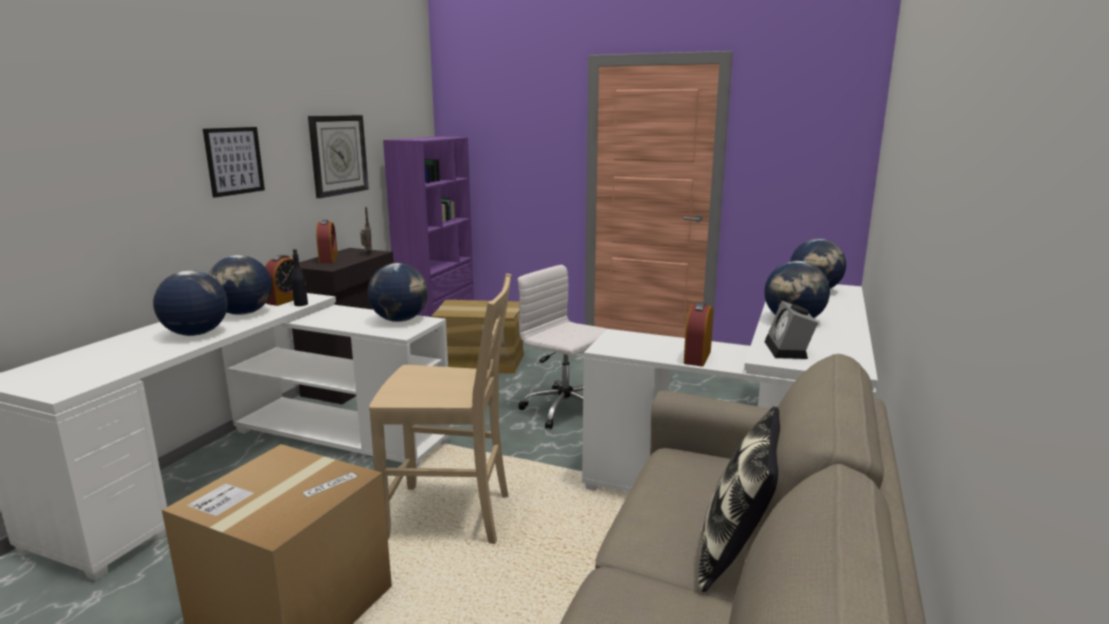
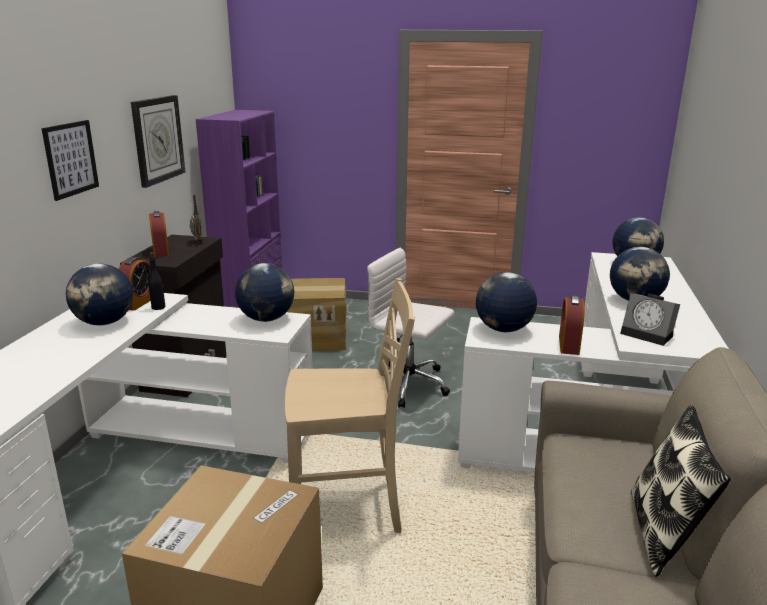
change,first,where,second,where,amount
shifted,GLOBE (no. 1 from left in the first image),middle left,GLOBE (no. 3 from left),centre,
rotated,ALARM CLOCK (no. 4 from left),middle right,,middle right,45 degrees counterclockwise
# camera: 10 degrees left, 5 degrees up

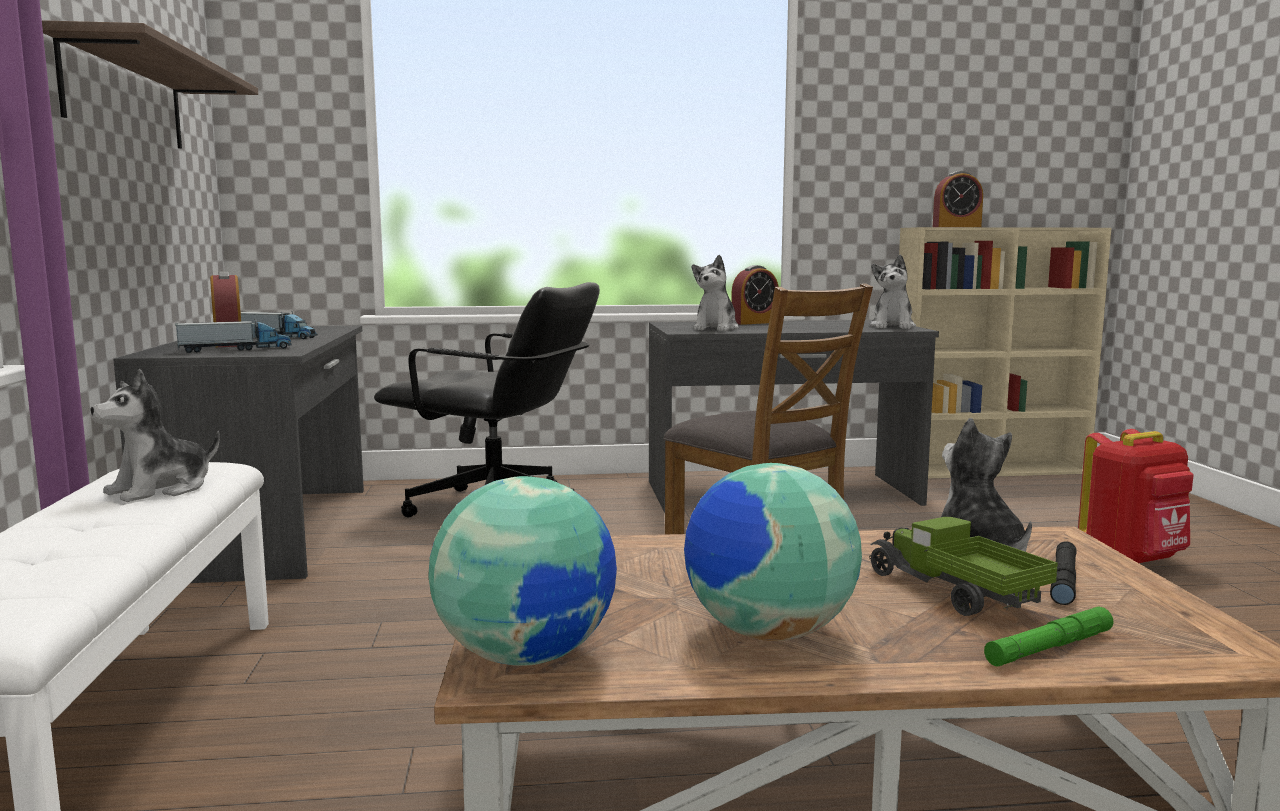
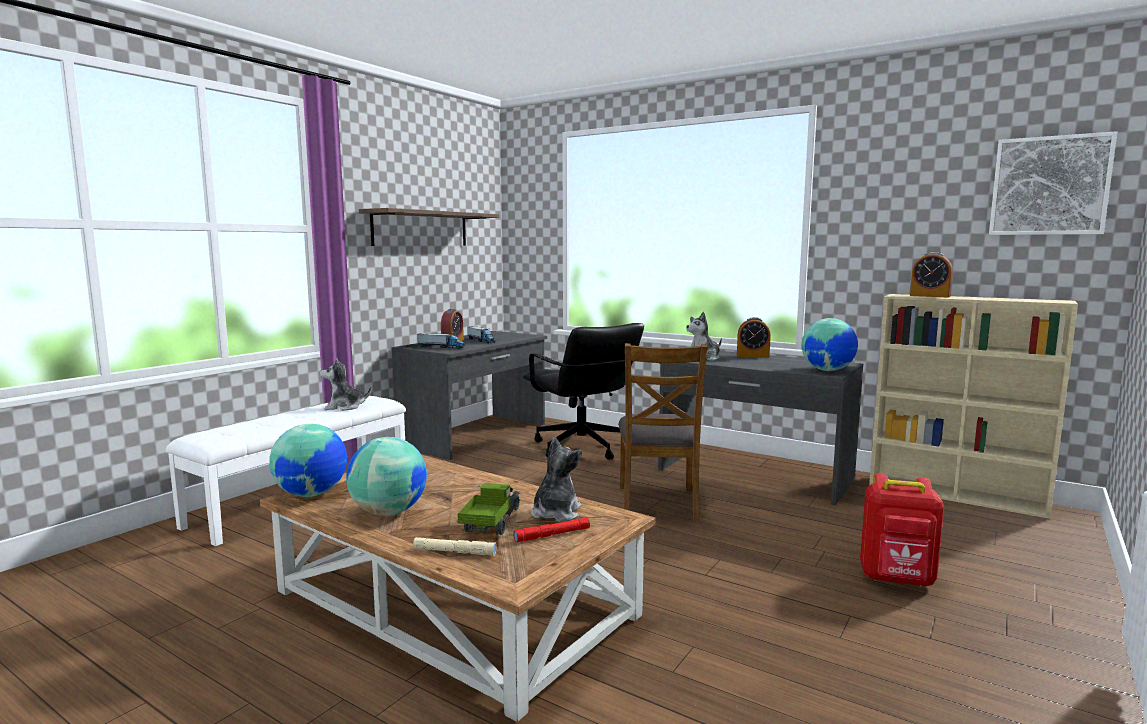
change,first,where,second,where,amount
swapped,PLUSH TOY (no. 3 from left),middle right,GLOBE (no. 3 from left),middle right,
repainted,GREEN FLASHLIGHT,bottom right,BEIGE FLASHLIGHT,bottom centre,
repainted,BLACK FLASHLIGHT,bottom right,RED FLASHLIGHT,bottom centre,
new,,,PICTURE,top right,
# camera: 40 degrees right, 0 degrees up

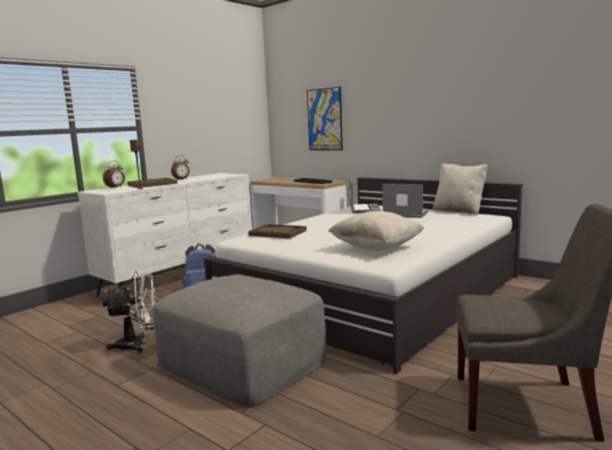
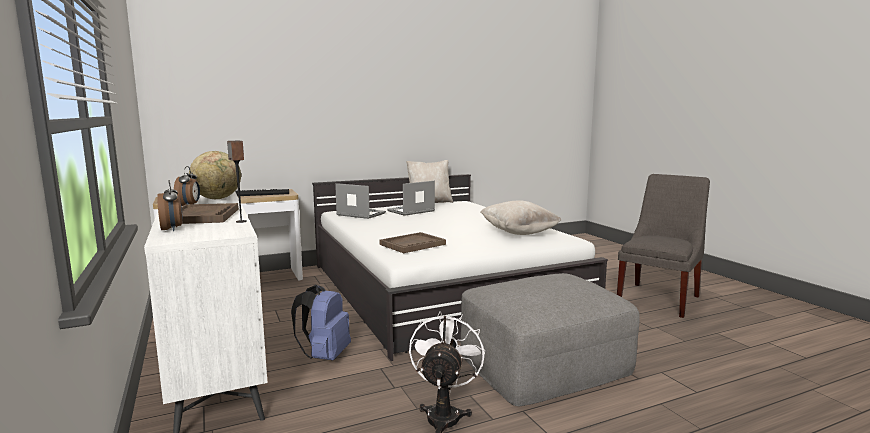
change,first,where,second,where,amount
gone,PICTURE,top centre,,,
new,,,GLOBE,middle left,
# camera: 65 degrees left, 0 degrees up

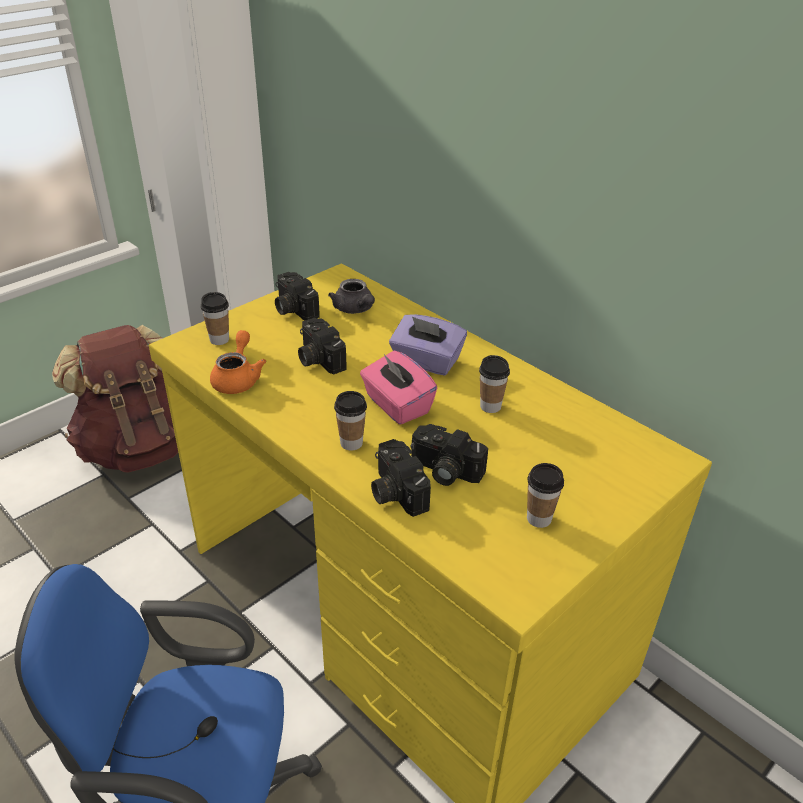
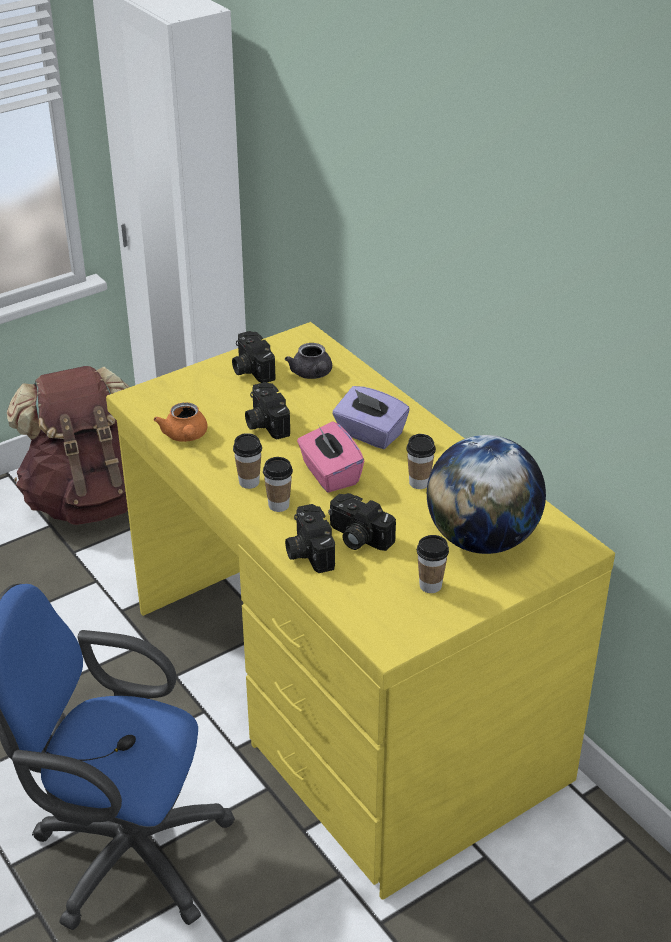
change,first,where,second,where,amount
shifted,CUP (no. 1 from left),middle left,,centre,
rotated,ORANGE TEAPOT,middle left,,middle left,150 degrees clockwise
new,,,GLOBE,middle right,
# camera: 10 degrees right, 0 degrees up

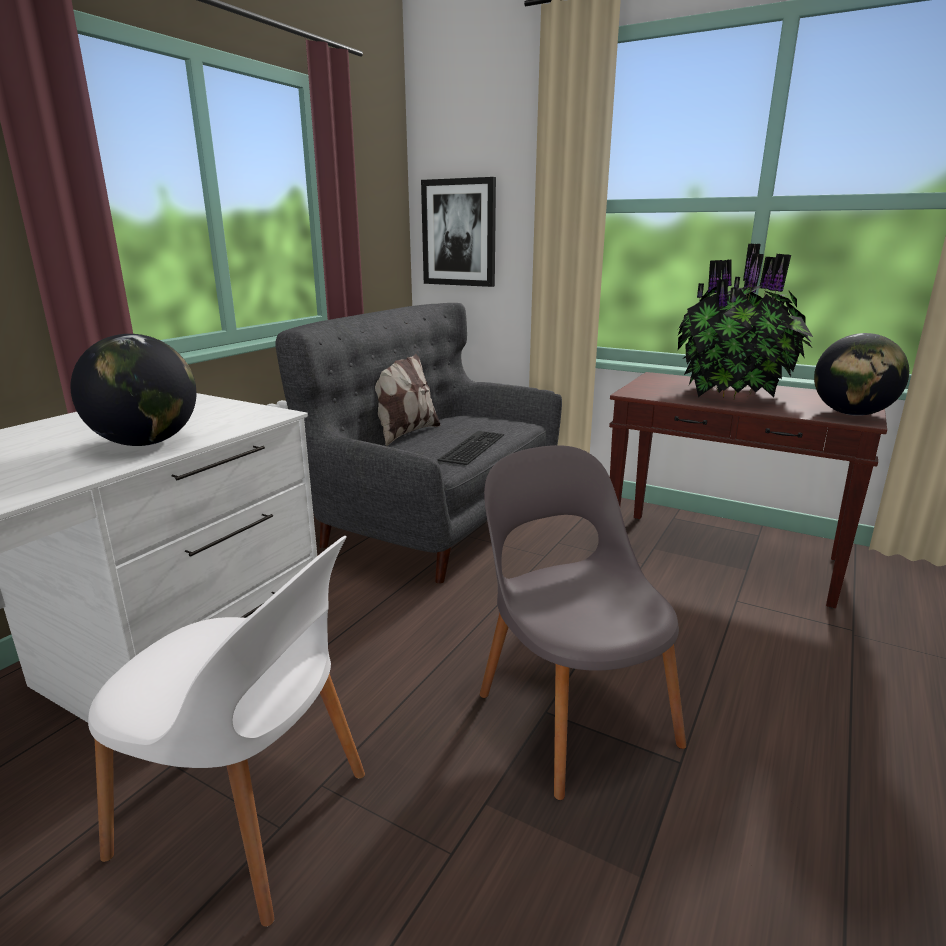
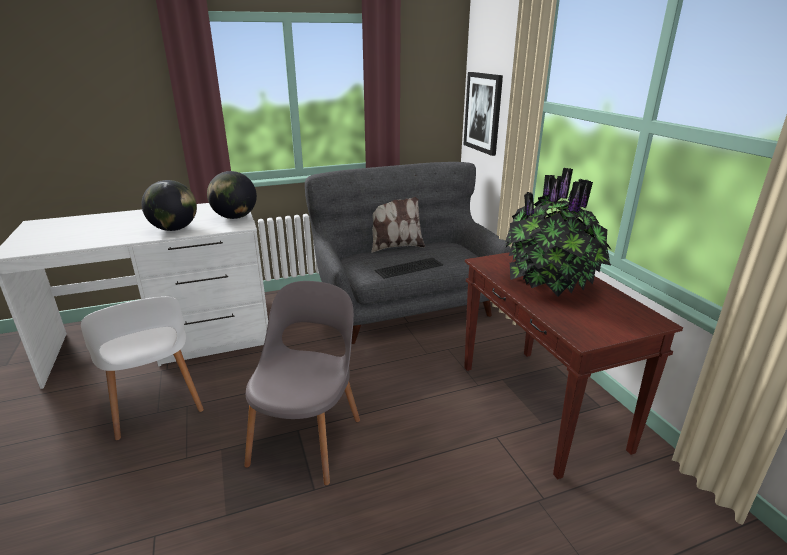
change,first,where,second,where,amount
shifted,GLOBE (no. 2 from left),middle right,,middle left,
# camera: 40 degrees right, 5 degrees up

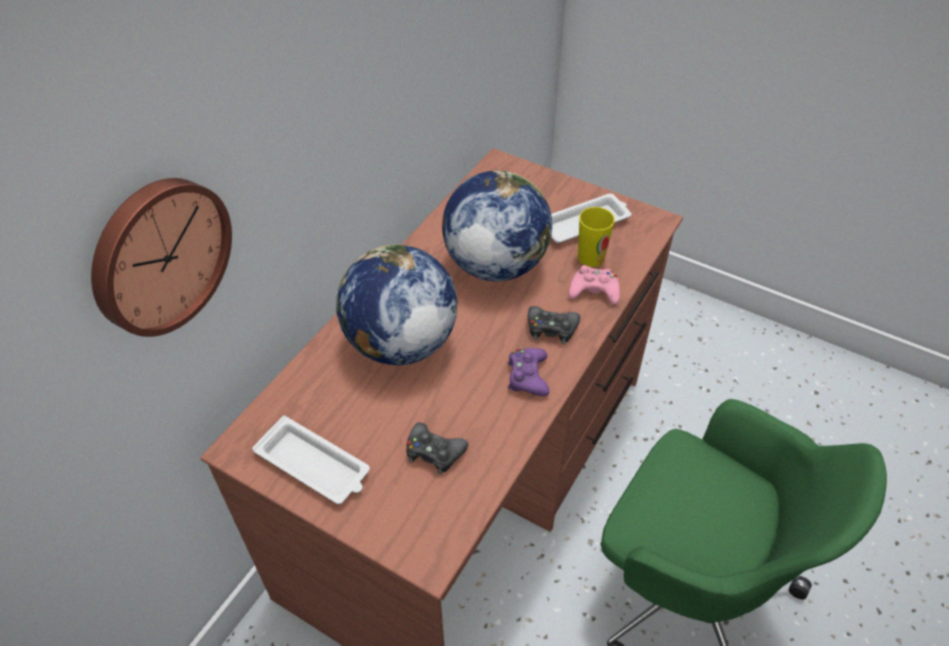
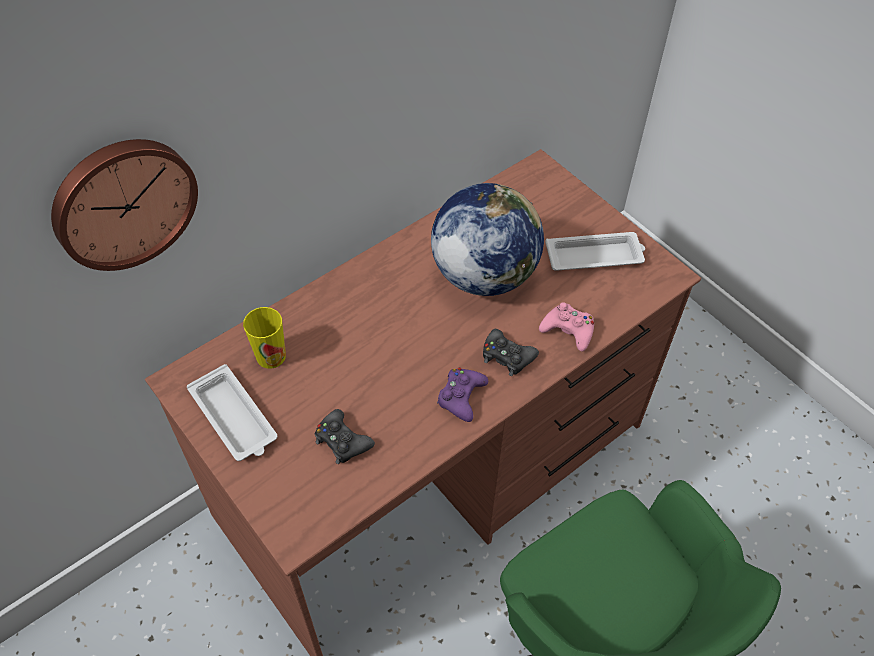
change,first,where,second,where,amount
gone,GLOBE (no. 1 from left),centre,,,
shifted,CUP,centre,,middle left,
# camera: 20 degrees right, 5 degrees up

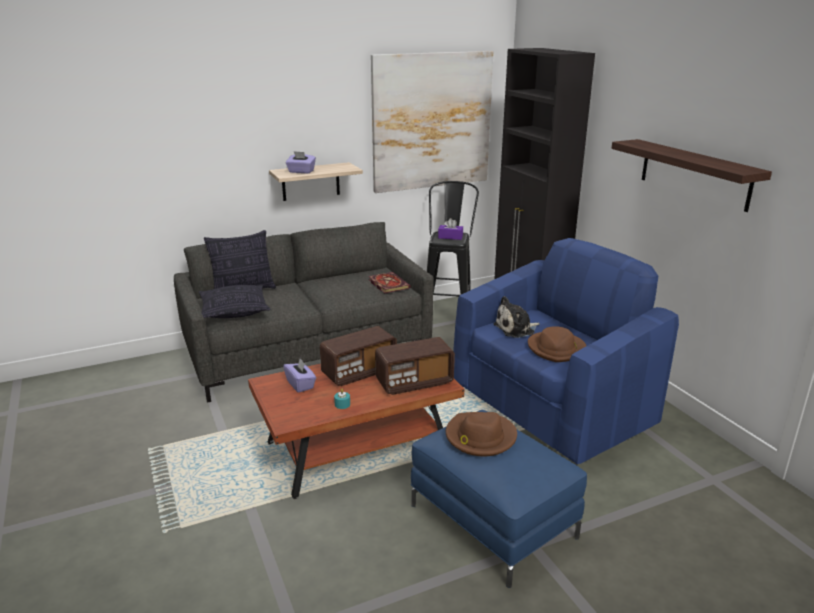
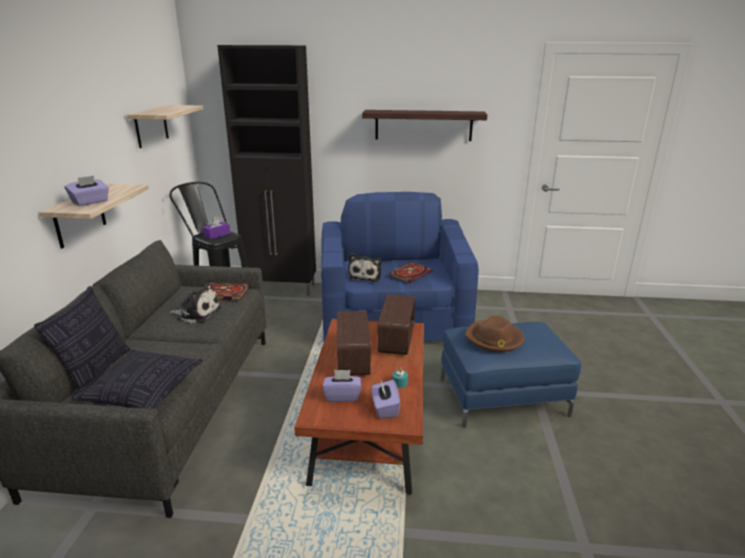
change,first,where,second,where,amount
swapped,PICTURE,top centre,SHELF (no. 2 from left),top left,
swapped,BROWN HAT (no. 2 from left),middle right,BOOK (no. 2 from left),centre,
new,,,PLUSH TOY (no. 1 from left),middle left,
new,,,PURPLE TISSUE BOX (no. 4 from left),bottom centre,
# camera: 60 degrees left, 0 degrees up

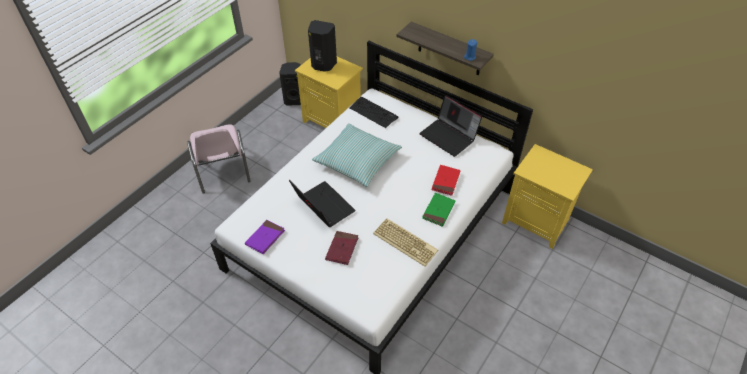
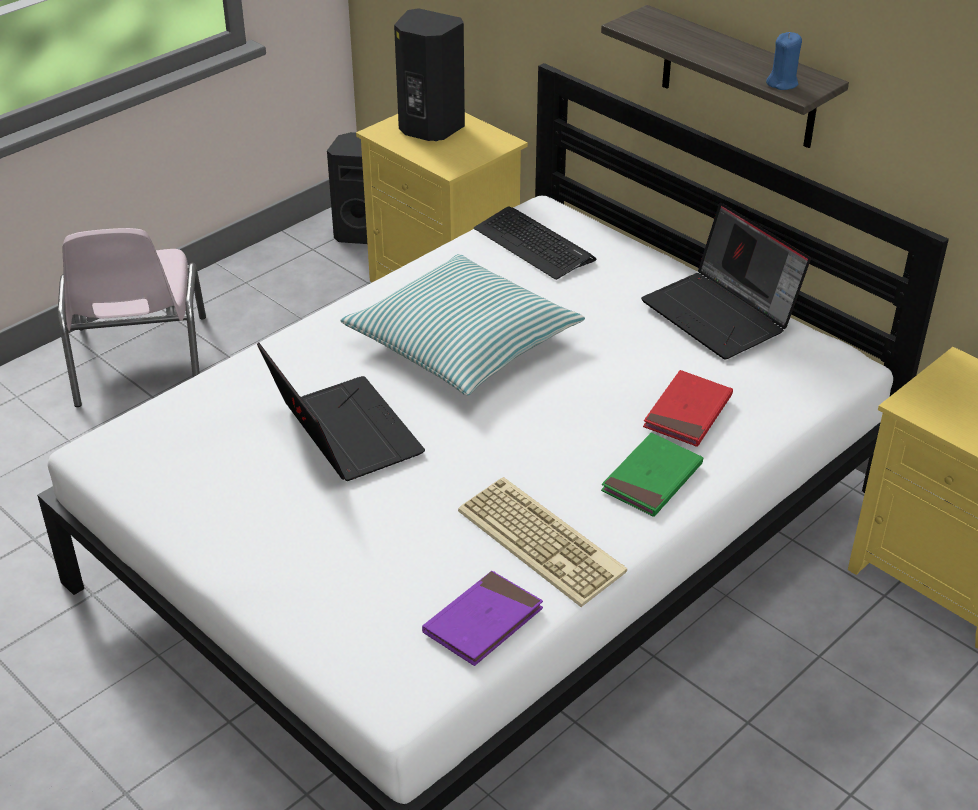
change,first,where,second,where,amount
shifted,PURPLE BOOK,centre,,bottom centre,
gone,RED BOOK (no. 1 from left),centre,,,
# camera: 10 degrees right, 10 degrees down

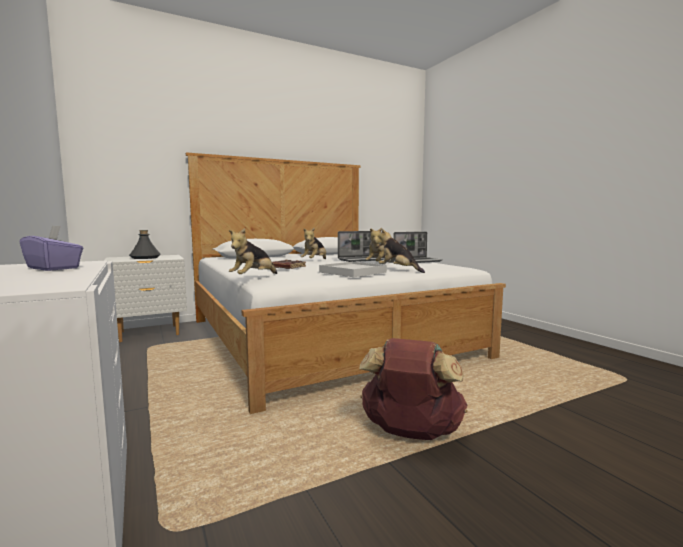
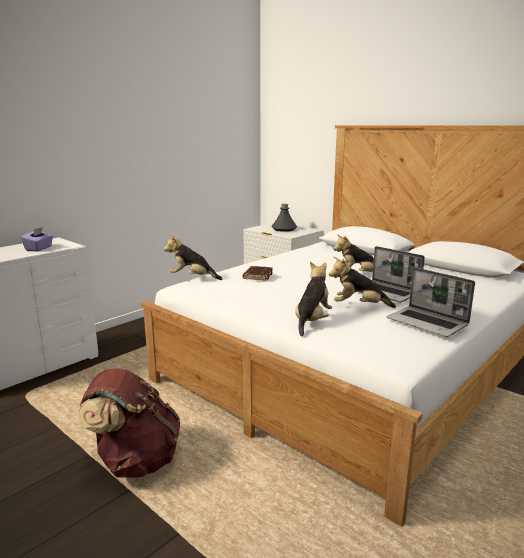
change,first,where,second,where,amount
gone,WHITE TRAY,centre,,,
# camera: 70 degrees right, 10 degrees up

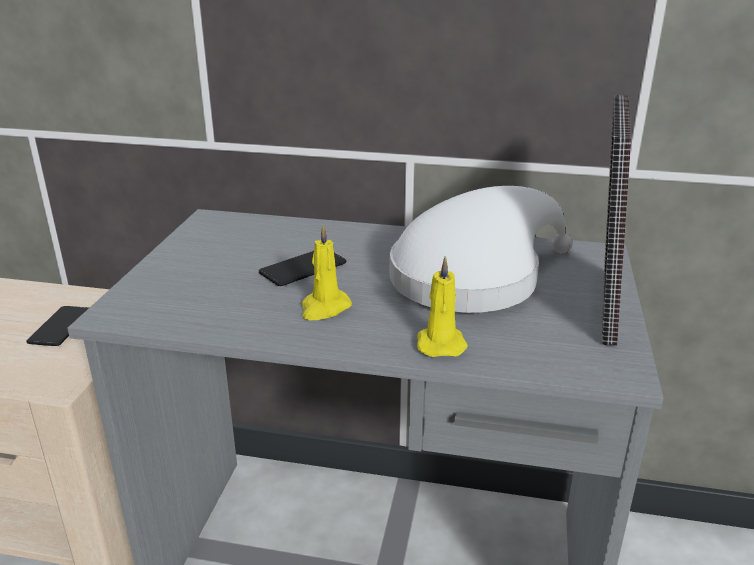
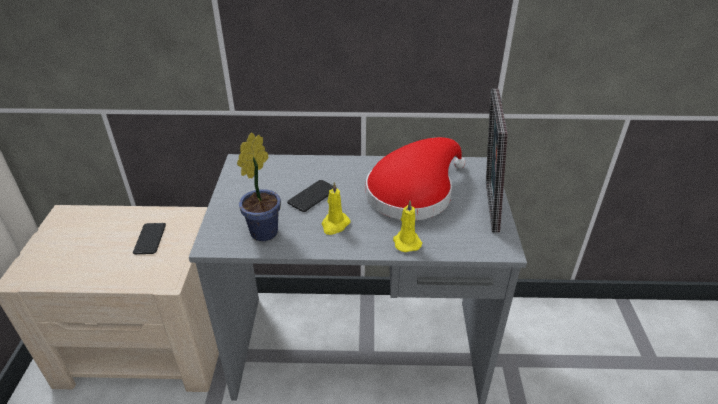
change,first,where,second,where,amount
repainted,WHITE HAT,centre,RED HAT,centre,
new,,,POTTED PLANT,centre,
# camera: 10 degrees left, 10 degrees up

